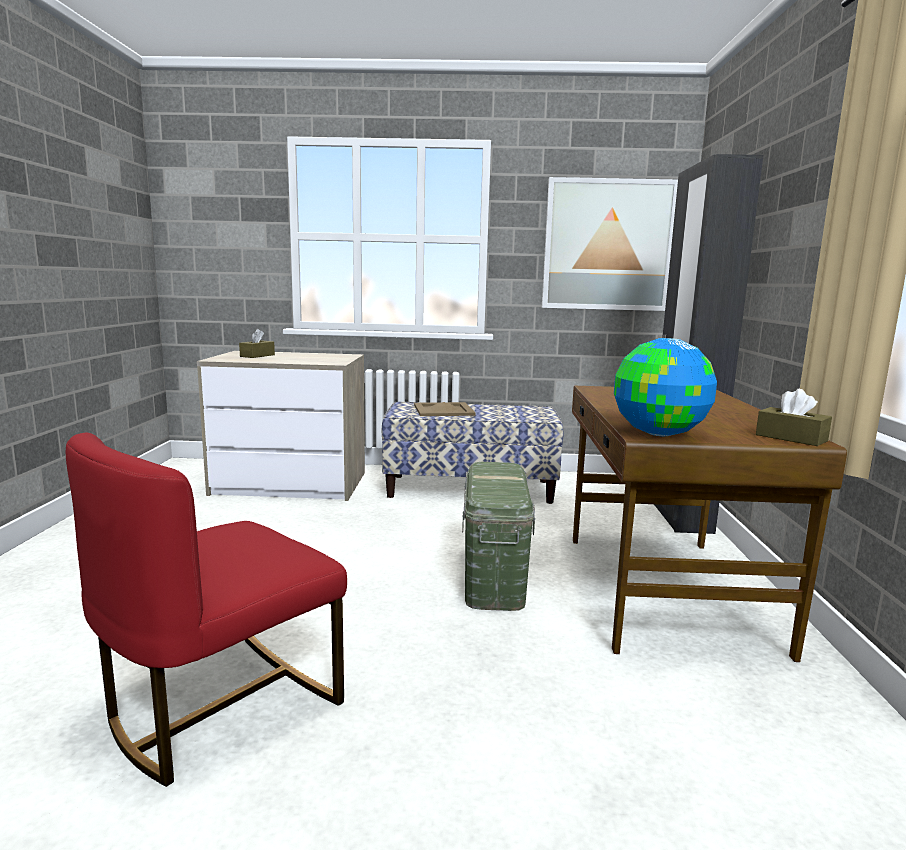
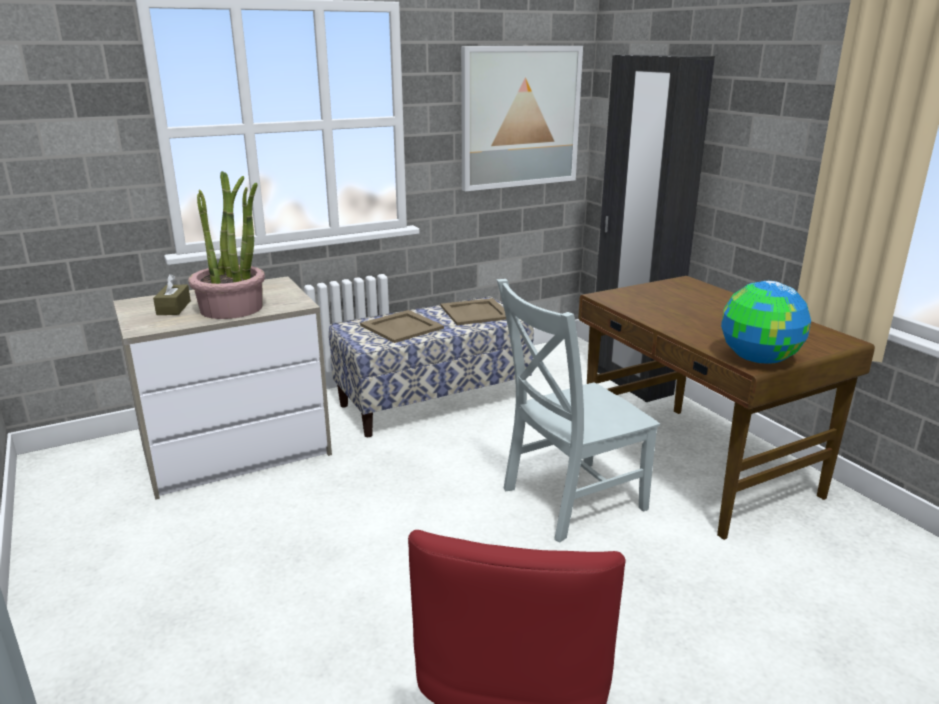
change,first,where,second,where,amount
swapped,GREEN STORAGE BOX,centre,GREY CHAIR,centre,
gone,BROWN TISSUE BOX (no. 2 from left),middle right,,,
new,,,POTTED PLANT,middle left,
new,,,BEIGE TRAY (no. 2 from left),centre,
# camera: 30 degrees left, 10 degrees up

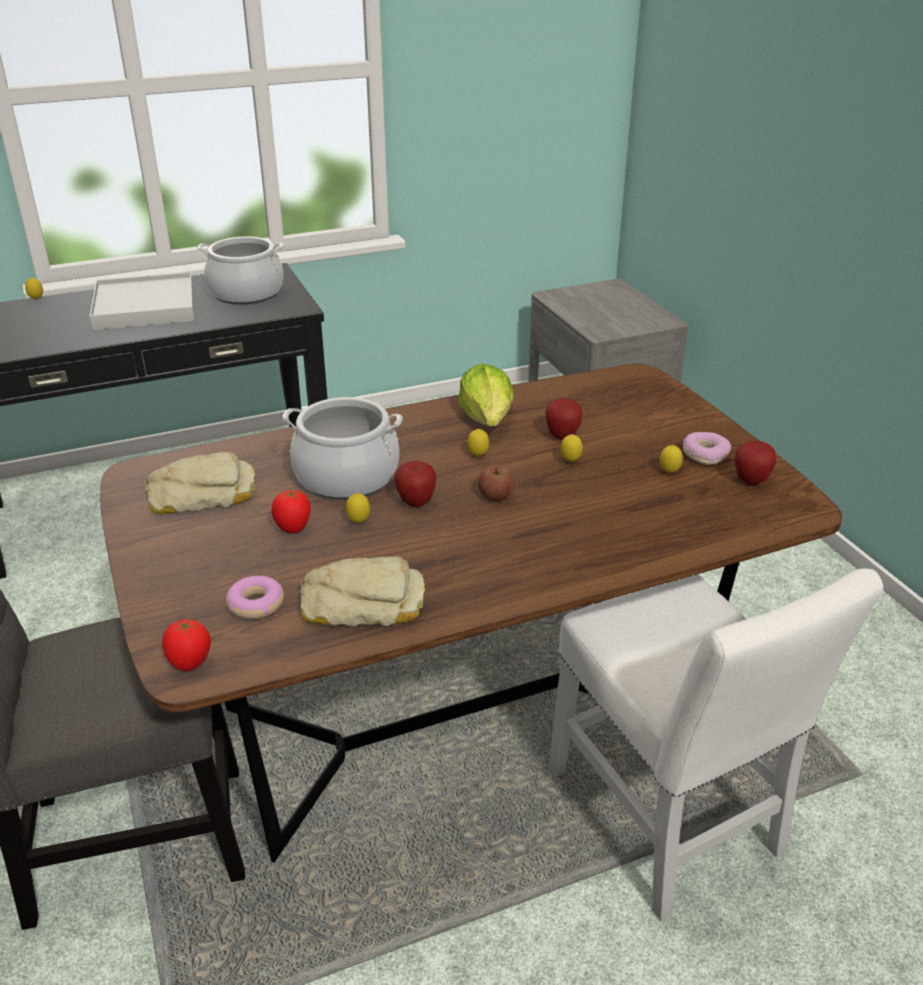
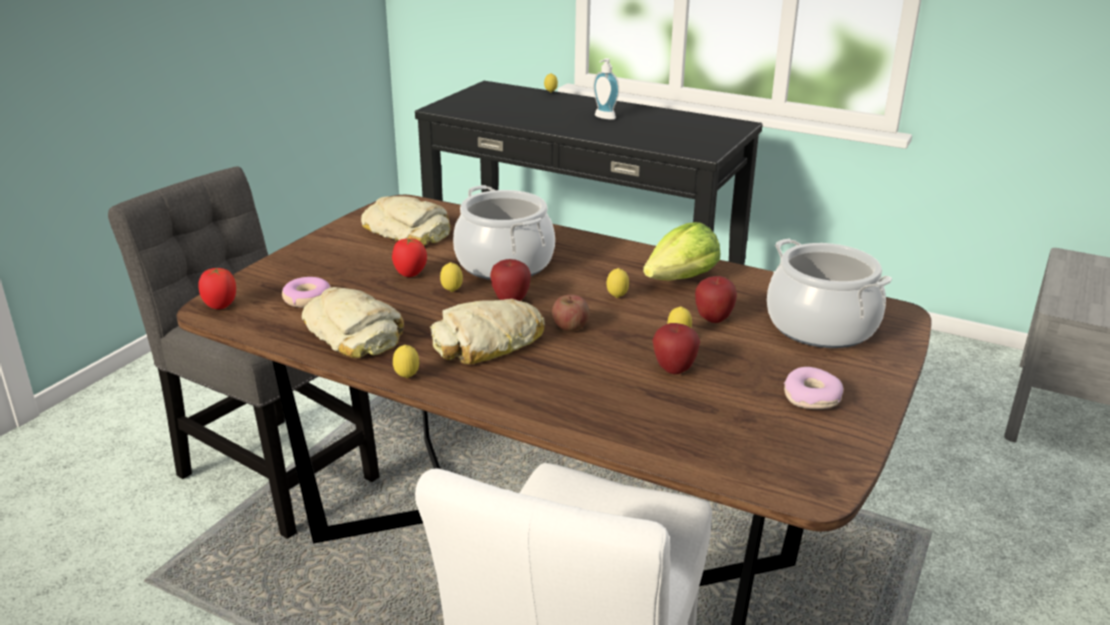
change,first,where,second,where,amount
swapped,WHITE TRAY,top left,SOAP DISPENSER,top centre,
shifted,COOKING POT (no. 1 from left in the first image),top left,COOKING POT (no. 2 from left),middle right,
shifted,LEMON (no. 5 from left in the first image),middle right,LEMON (no. 1 from left),centre,
shifted,APPLE (no. 4 from left in the first image),middle right,APPLE (no. 3 from left),centre,
new,,,BREAD (no. 3 from left),centre,
# camera: 50 degrees right, 5 degrees down

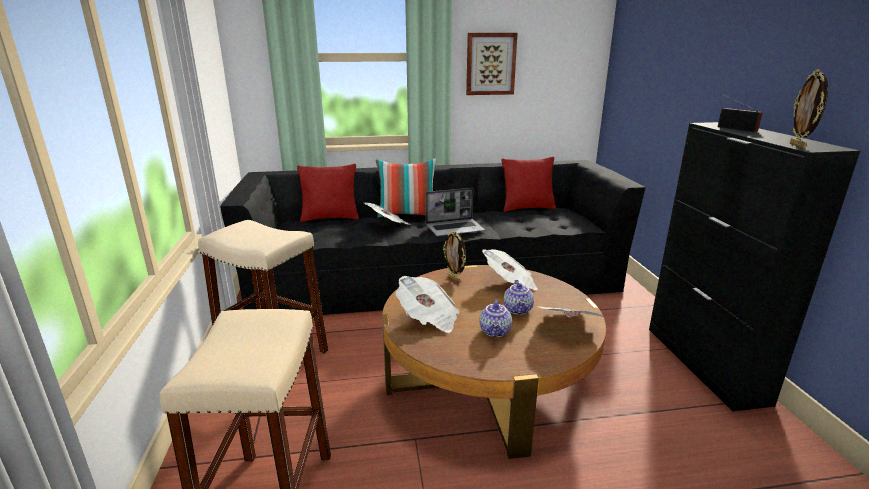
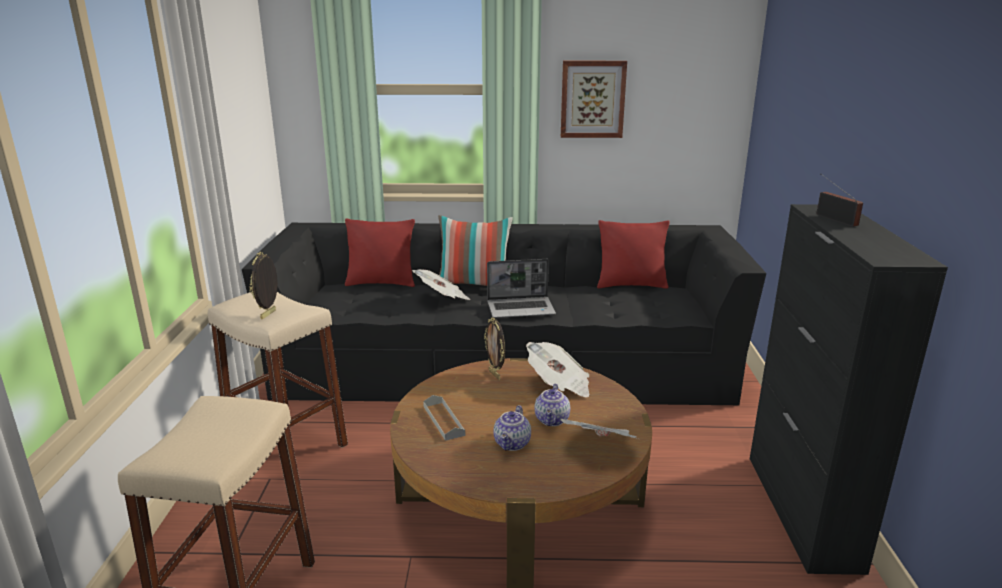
change,first,where,second,where,amount
swapped,NEWSPAPER (no. 2 from left),centre,GREY TRAY,bottom centre,
shifted,PICTURE FRAME (no. 2 from left in the first image),top right,PICTURE FRAME (no. 1 from left),middle left,
# camera: 10 degrees right, 0 degrees up

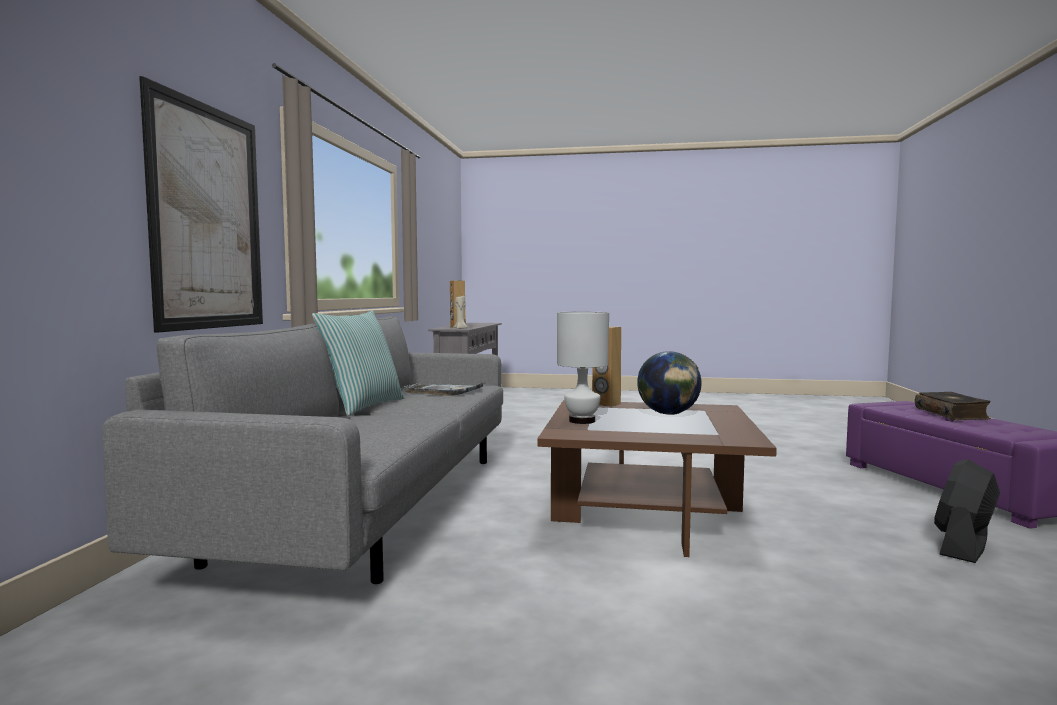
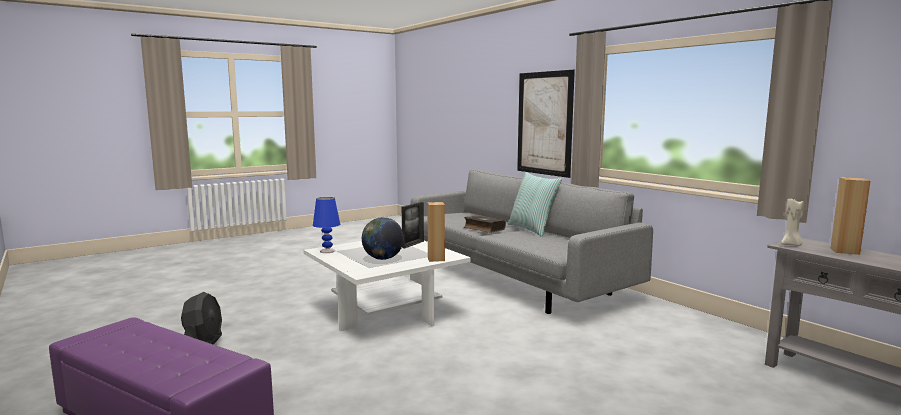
change,first,where,second,where,amount
gone,GREY TRAY,centre,,,
repainted,BROWN COFFEE TABLE,bottom centre,WHITE COFFEE TABLE,bottom centre,
swapped,WHITE TABLE LAMP,centre,PICTURE FRAME,centre,
shifted,BOOK,middle right,,centre,
new,,,BLUE TABLE LAMP,centre,
# camera: 135 degrees right, 5 degrees up

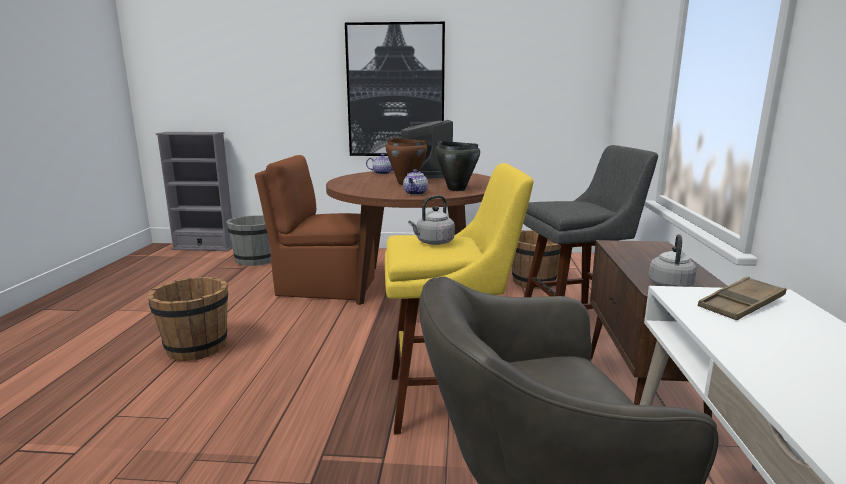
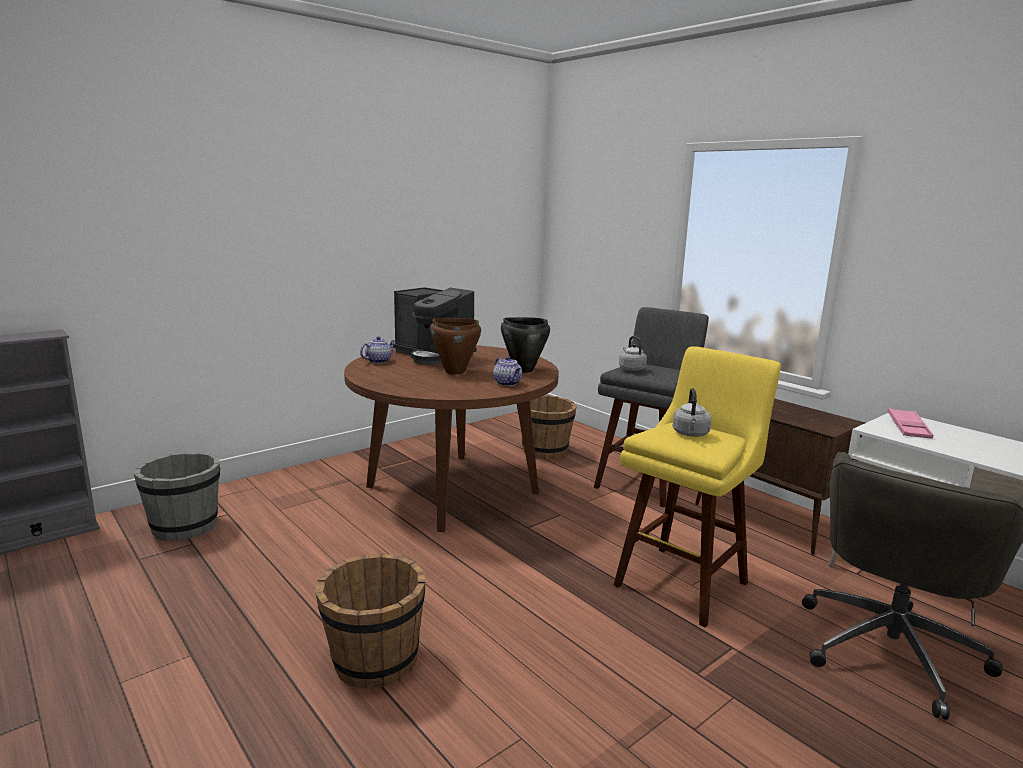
change,first,where,second,where,amount
gone,BROWN CHAIR,centre,,,
gone,PICTURE,top centre,,,
shifted,GREY KETTLE (no. 2 from left in the first image),middle right,GREY KETTLE (no. 1 from left),centre,
repainted,BROWN TRAY,middle right,PINK TRAY,middle right,
# camera: 45 degrees left, 0 degrees up

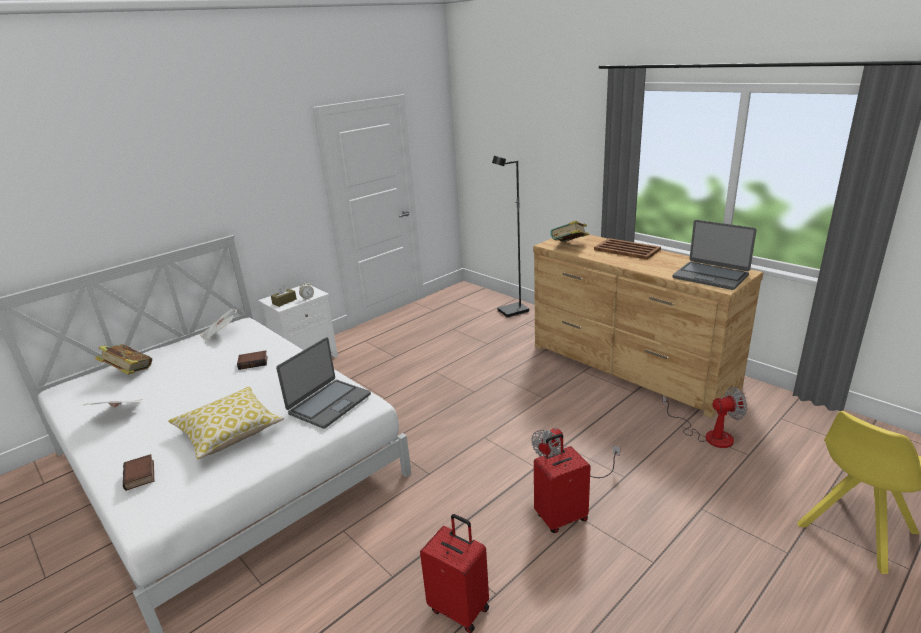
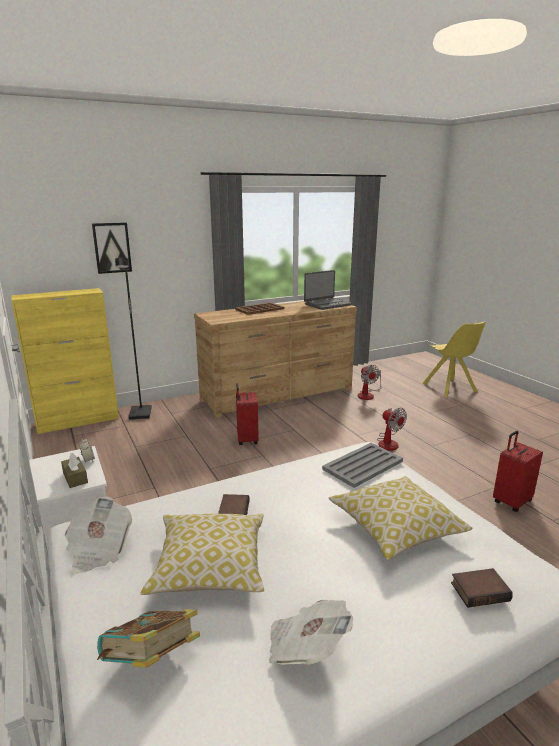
change,first,where,second,where,amount
swapped,LAPTOP (no. 1 from left),centre,GREY TRAY,centre,
shifted,RED SUITCASE (no. 2 from left in the first image),bottom centre,RED SUITCASE (no. 1 from left),centre,
gone,BOOK (no. 4 from left),centre,,,
rotated,FAN (no. 2 from left in the first image),middle right,FAN (no. 1 from left),centre,150 degrees clockwise
new,,,YELLOW CABINET,middle left,
new,,,PICTURE,top left,
new,,,PILLOW (no. 1 from left),bottom centre,
# camera: 75 degrees left, 5 degrees down

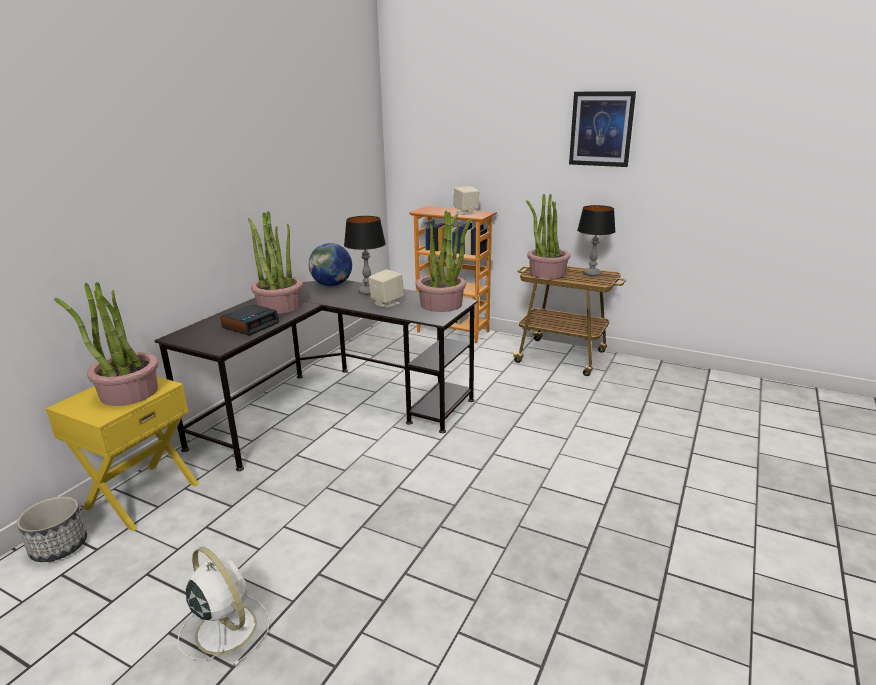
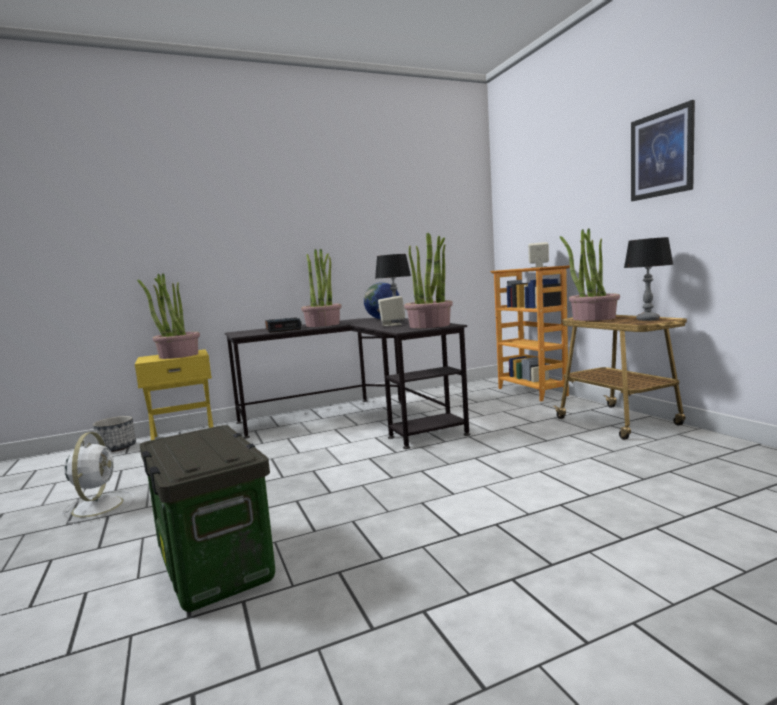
change,first,where,second,where,amount
new,,,STORAGE BOX,bottom left,
# camera: 40 degrees right, 15 degrees down

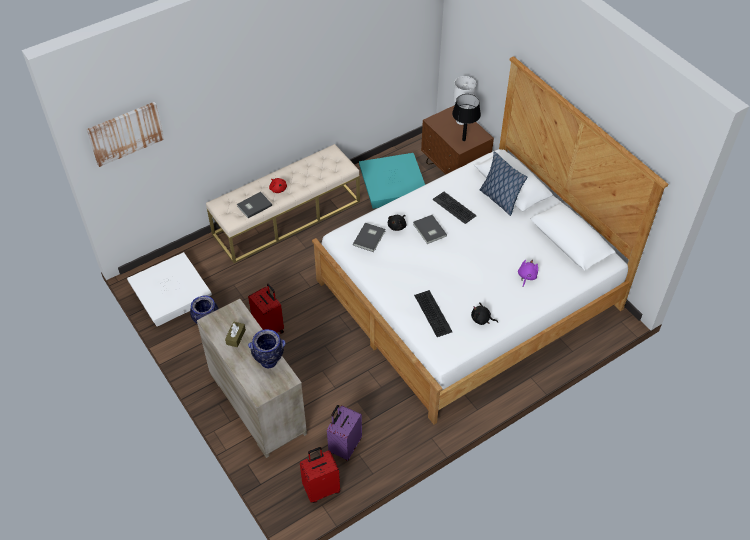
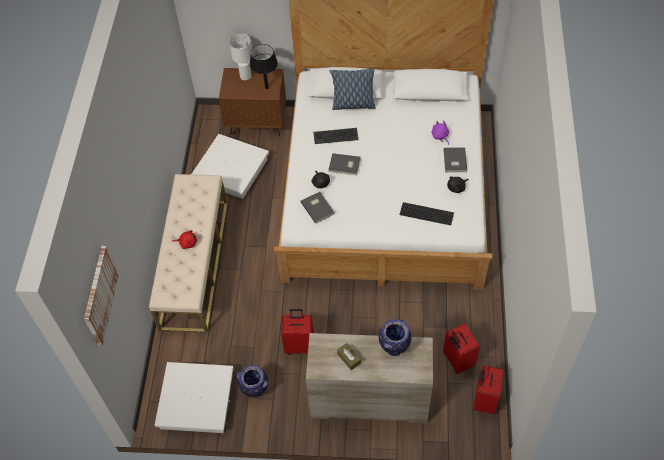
change,first,where,second,where,amount
shifted,GREY BOOK (no. 1 from left in the first image),centre,GREY BOOK (no. 3 from left),middle right,
repainted,PURPLE SUITCASE,bottom centre,RED SUITCASE (no. 2 from left),bottom right,
repainted,TURQUOISE STORAGE BOX,centre,WHITE STORAGE BOX (no. 2 from left),centre,
# camera: 50 degrees left, 5 degrees up

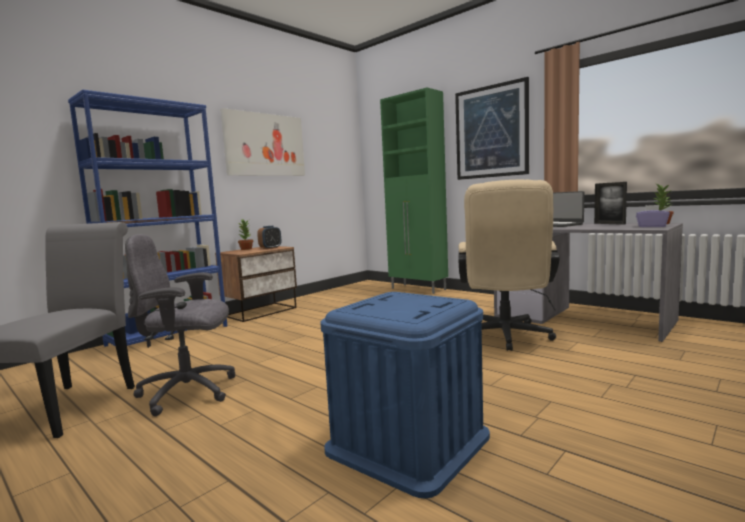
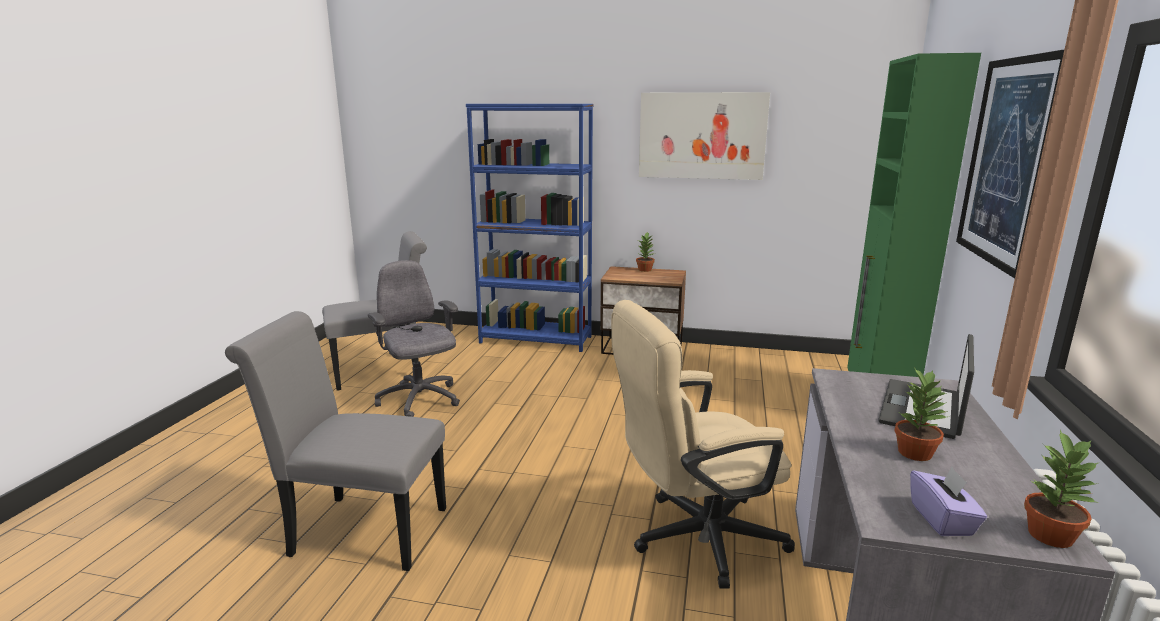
change,first,where,second,where,amount
gone,ALARM CLOCK,centre,,,
swapped,BLUE STORAGE BOX,bottom centre,GREY CHAIR (no. 1 from left),bottom left,
gone,PICTURE FRAME,middle right,,,
new,,,POTTED PLANT (no. 2 from left),bottom right,
# camera: 60 degrees right, 10 degrees up

